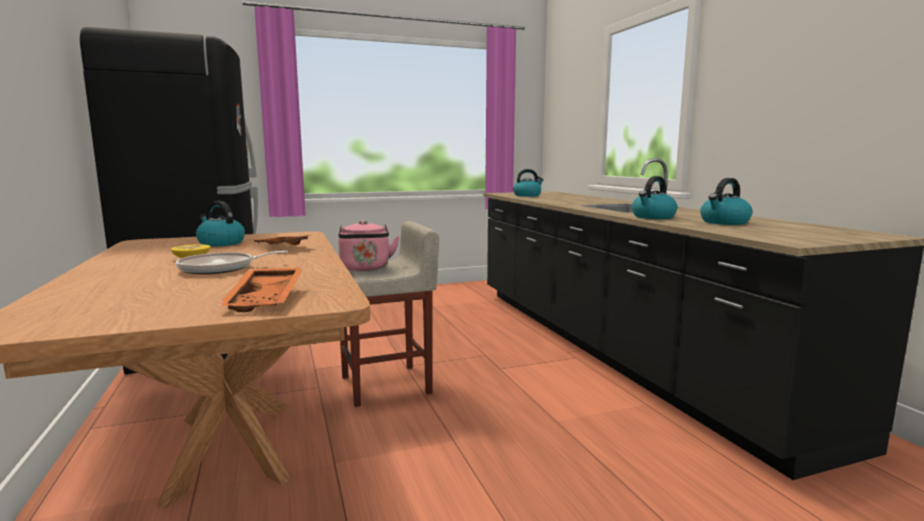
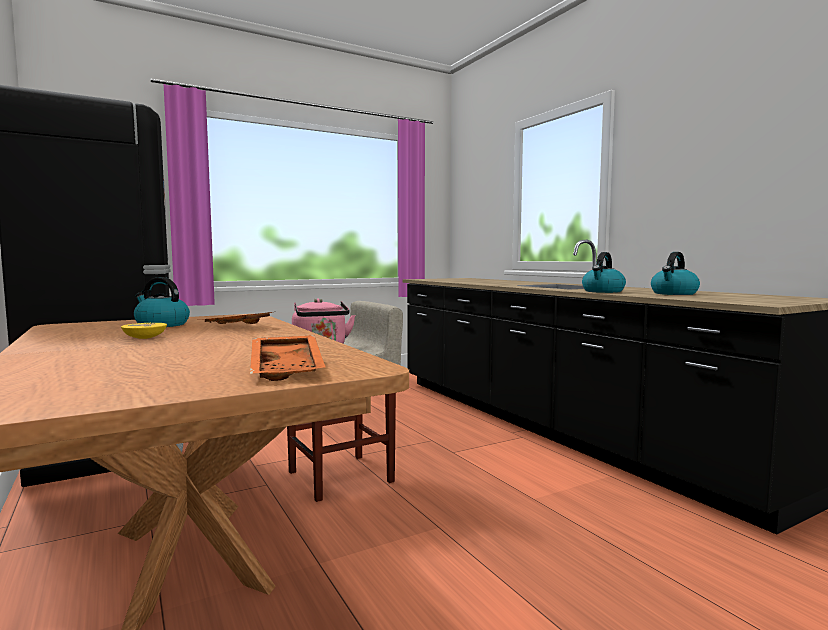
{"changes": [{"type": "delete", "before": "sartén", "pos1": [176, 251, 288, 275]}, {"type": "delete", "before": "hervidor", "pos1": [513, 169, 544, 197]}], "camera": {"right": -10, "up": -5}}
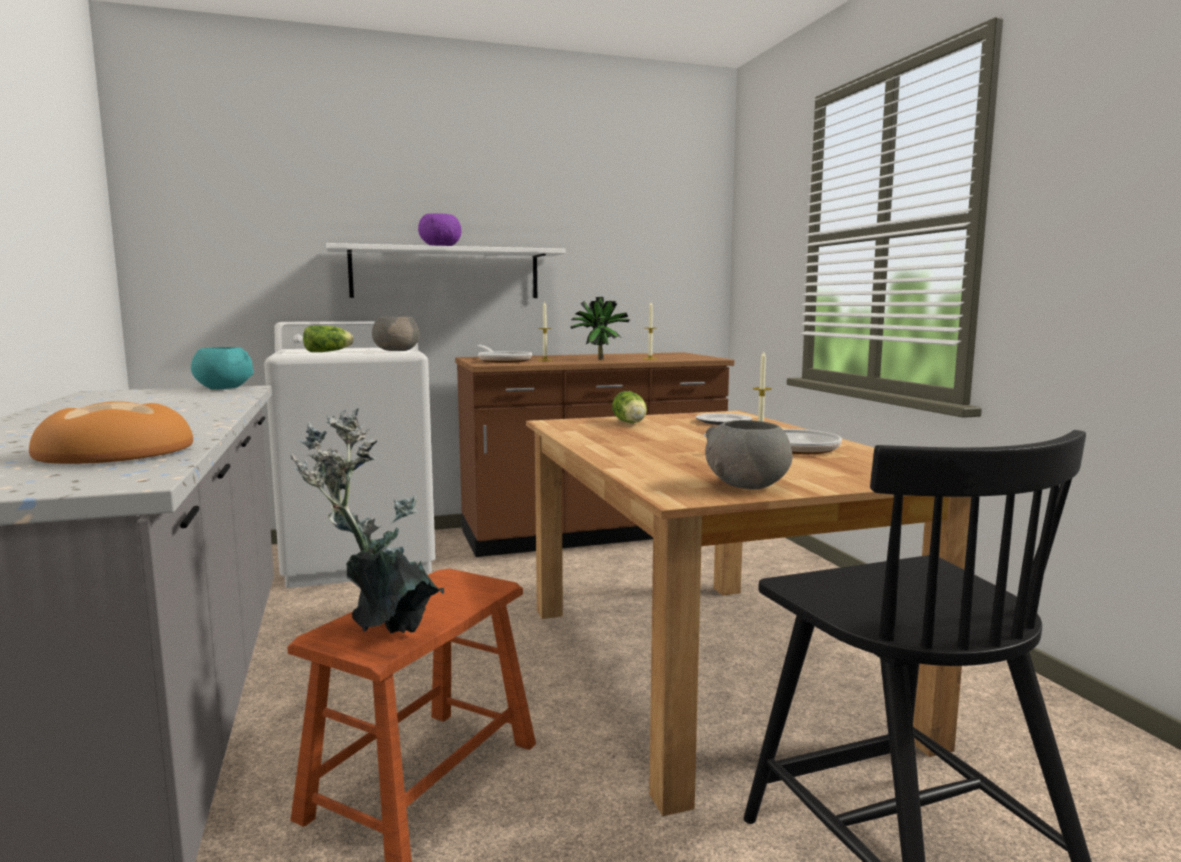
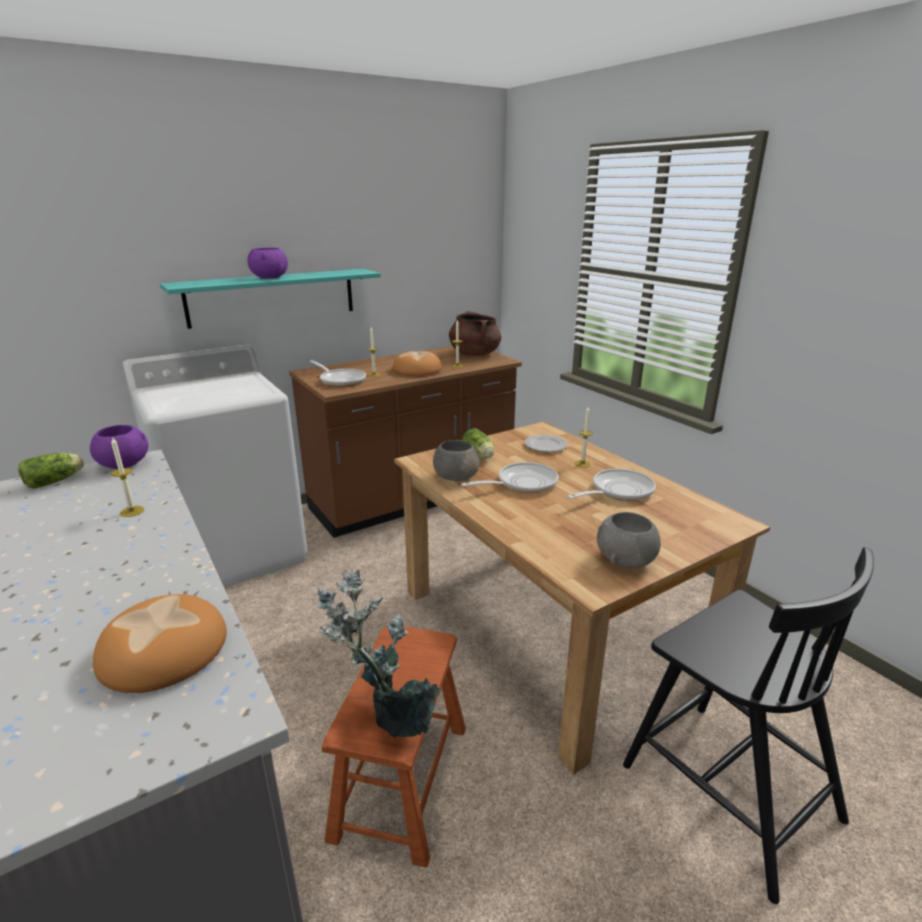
{"changes": [{"type": "move", "before": "lechuga", "pos1": [303, 325, 353, 352], "pos2": [18, 453, 84, 489]}, {"type": "recolor", "before": "cuenco/turquesa", "after": "cuenco/morado", "pos1": [191, 347, 254, 389], "pos2": [90, 425, 148, 469]}, {"type": "insert", "after": "vela", "pos2": [111, 437, 144, 517]}, {"type": "recolor", "before": "estante/blanco", "after": "estante/turquesa", "pos1": [326, 243, 566, 298], "pos2": [160, 269, 381, 329]}, {"type": "replace", "before": "planta en maceta", "after": "pan", "pos1": [571, 297, 630, 360], "pos2": [393, 351, 442, 376]}, {"type": "move", "before": "cuenco/gris", "pos1": [372, 317, 420, 351], "pos2": [433, 440, 480, 481]}, {"type": "insert", "after": "olla/marrón", "pos2": [449, 311, 501, 356]}, {"type": "insert", "after": "sartén", "pos2": [461, 462, 558, 493]}], "camera": {"right": -15, "up": 15}}
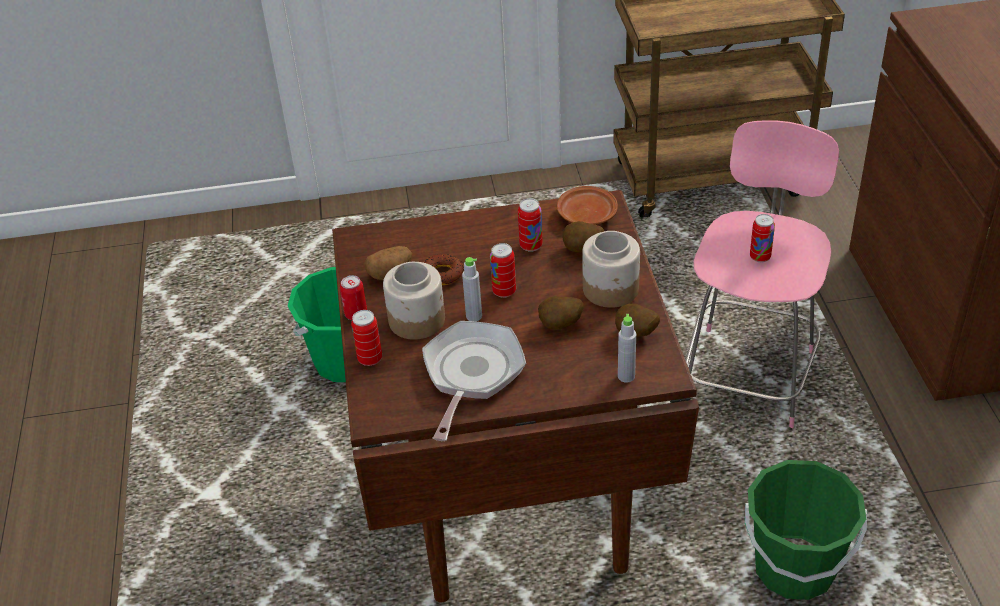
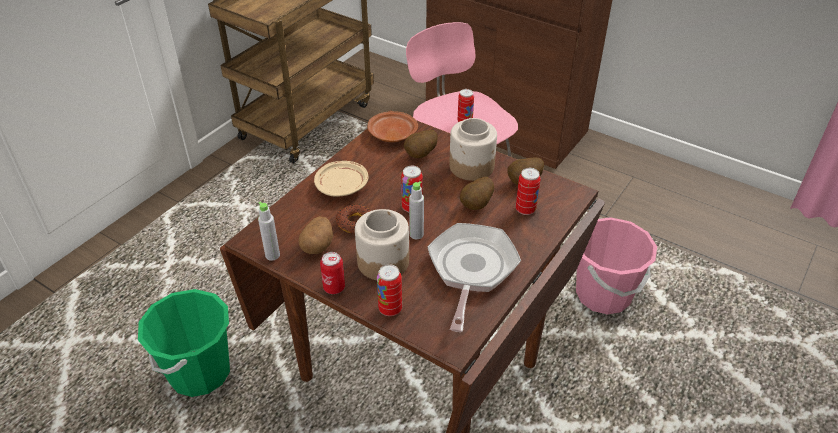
{"changes": [{"type": "move", "before": "botella/gris", "pos1": [618, 314, 636, 383], "pos2": [258, 202, 280, 261]}, {"type": "insert", "after": "plato/beis", "pos2": [314, 161, 368, 197]}, {"type": "rotate", "before": "sartén", "pos1": [422, 321, 526, 441], "pos2": [428, 223, 521, 332], "turn": 45}, {"type": "move", "before": "lata", "pos1": [518, 198, 543, 252], "pos2": [516, 168, 541, 215]}, {"type": "recolor", "before": "cubo/verde", "after": "cubo/rosa", "pos1": [745, 460, 867, 600], "pos2": [576, 217, 657, 314]}], "camera": {"right": -50, "up": 0}}
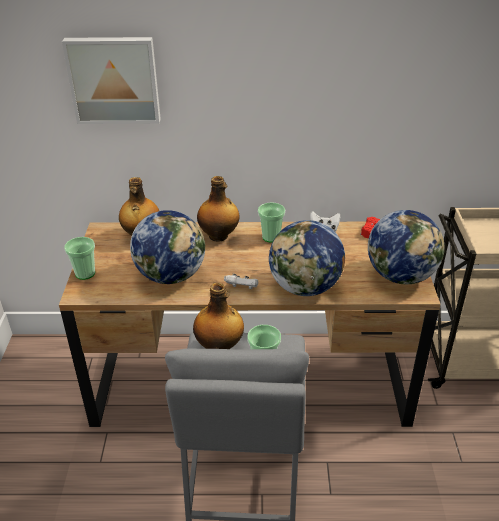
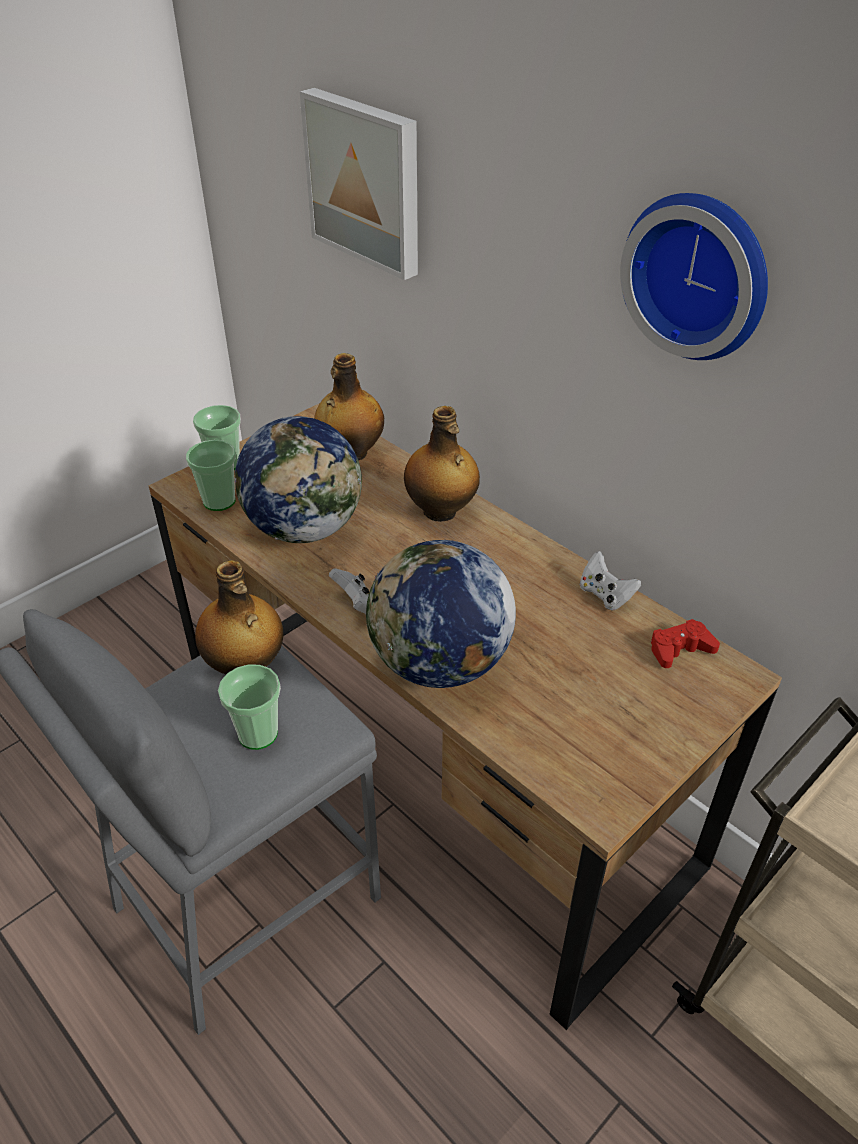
{"changes": [{"type": "move", "before": "taza", "pos1": [258, 202, 285, 243], "pos2": [186, 440, 236, 511]}, {"type": "insert", "after": "reloj de pared", "pos2": [620, 193, 768, 360]}, {"type": "delete", "before": "globo terráqueo", "pos1": [368, 210, 445, 284]}], "camera": {"right": 45, "up": 5}}
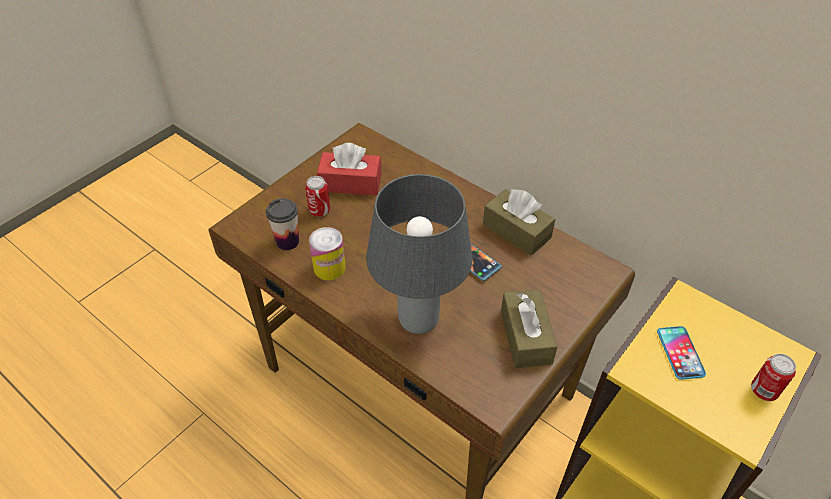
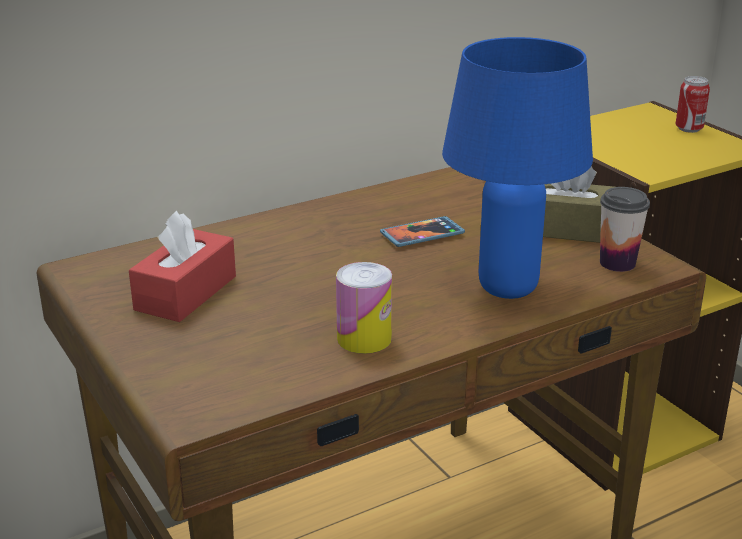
{"changes": [{"type": "recolor", "before": "lámpara de mesa/gris", "after": "lámpara de mesa/azul", "pos1": [366, 174, 472, 334], "pos2": [442, 37, 593, 299]}, {"type": "move", "before": "taza", "pos1": [266, 198, 299, 250], "pos2": [600, 187, 650, 272]}, {"type": "delete", "before": "lata", "pos1": [305, 176, 330, 217]}, {"type": "delete", "before": "caja de pañuelos/marrón", "pos1": [483, 189, 555, 255]}, {"type": "delete", "before": "móvil", "pos1": [657, 326, 706, 380]}], "camera": {"right": -70, "up": -20}}
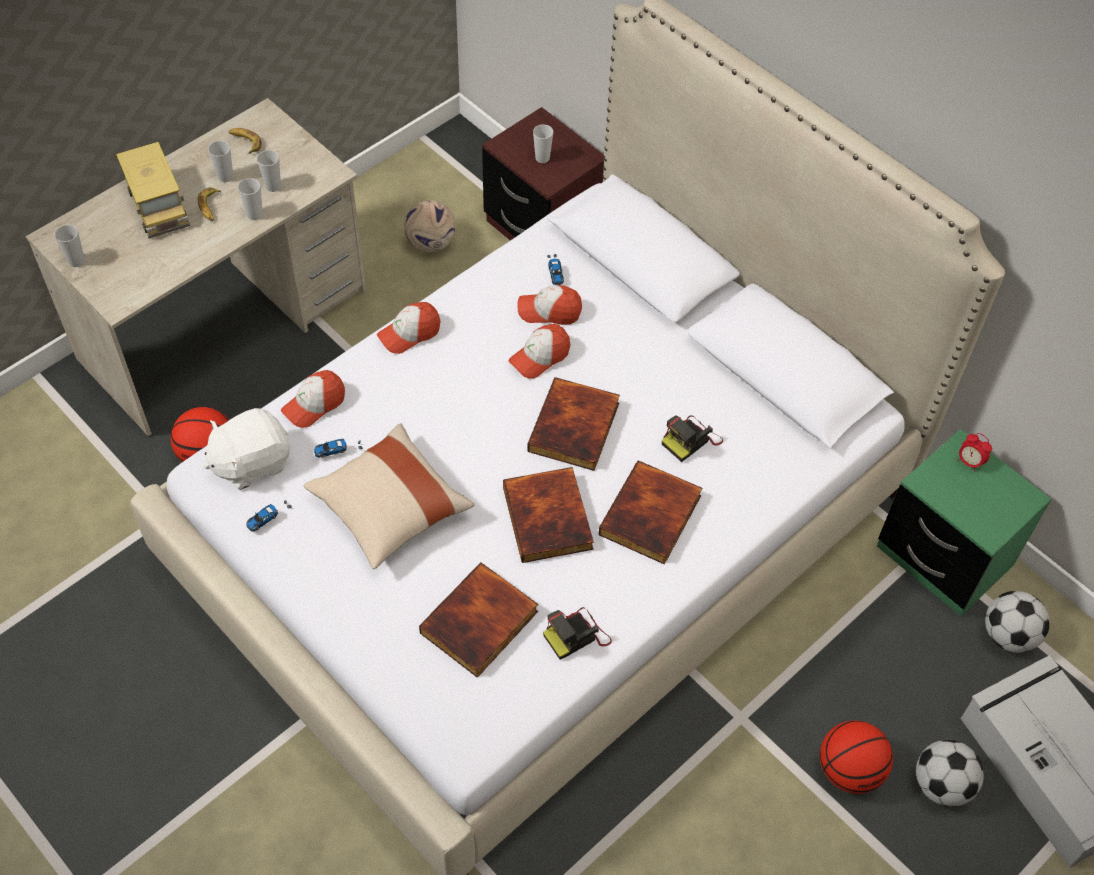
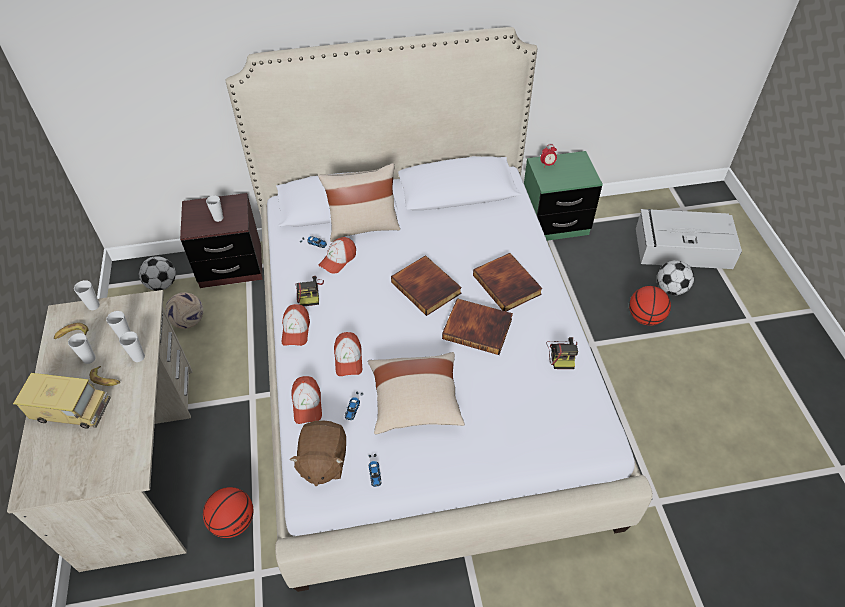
{"changes": [{"type": "move", "before": "taza", "pos1": [55, 225, 85, 267], "pos2": [74, 280, 100, 310]}, {"type": "move", "before": "balón de fútbol", "pos1": [985, 591, 1050, 653], "pos2": [139, 256, 176, 291]}, {"type": "recolor", "before": "peluche/blanco", "after": "peluche/marrón", "pos1": [204, 408, 290, 490], "pos2": [289, 420, 346, 486]}, {"type": "move", "before": "cámara", "pos1": [662, 415, 723, 462], "pos2": [295, 276, 324, 306]}, {"type": "insert", "after": "cojín/beis", "pos2": [318, 163, 400, 242]}, {"type": "move", "before": "gorra", "pos1": [508, 324, 570, 378], "pos2": [334, 332, 362, 376]}, {"type": "delete", "before": "libro", "pos1": [419, 563, 538, 678]}], "camera": {"right": -55, "up": -5}}
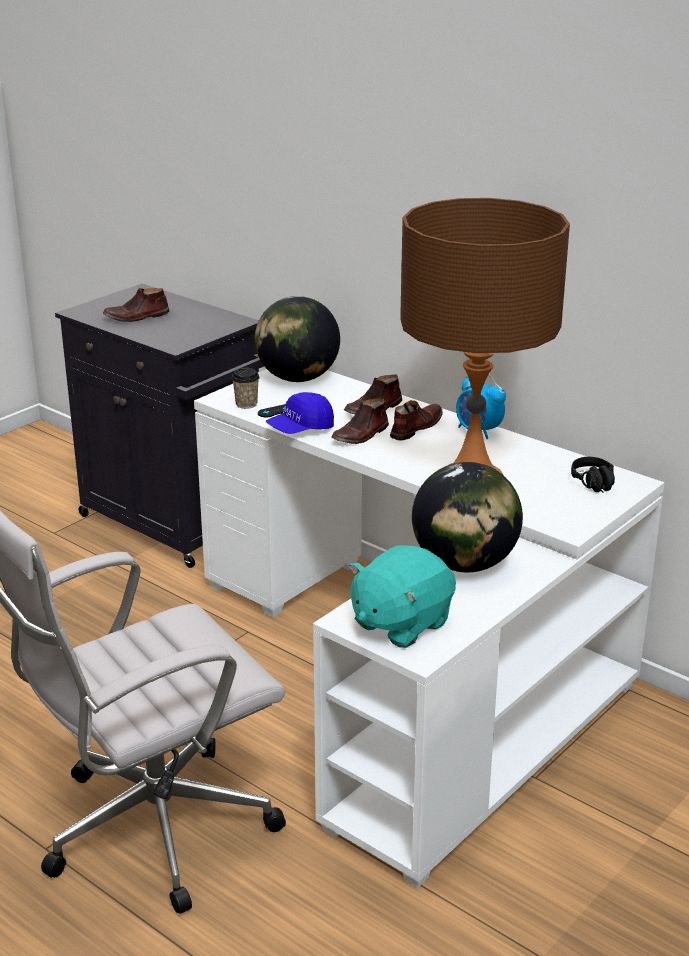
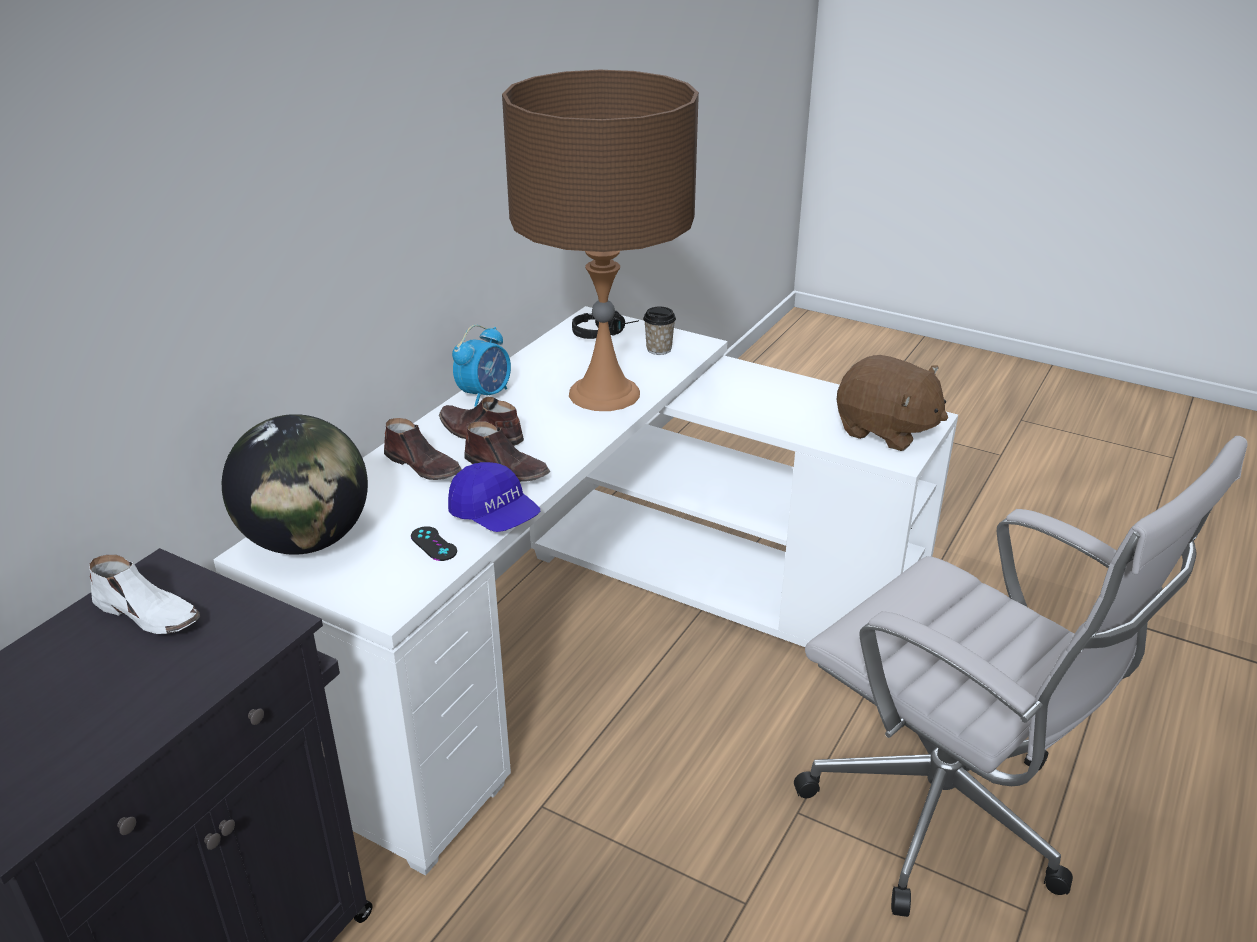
{"changes": [{"type": "insert", "after": "zapato/blanco", "pos2": [89, 555, 200, 634]}, {"type": "move", "before": "taza", "pos1": [232, 368, 260, 409], "pos2": [643, 307, 676, 355]}, {"type": "recolor", "before": "peluche/turquesa", "after": "peluche/marrón", "pos1": [349, 545, 456, 648], "pos2": [837, 355, 948, 451]}, {"type": "delete", "before": "zapato/marrón", "pos1": [103, 288, 169, 322]}, {"type": "delete", "before": "globo terráqueo", "pos1": [412, 462, 523, 572]}], "camera": {"right": -100, "up": 5}}
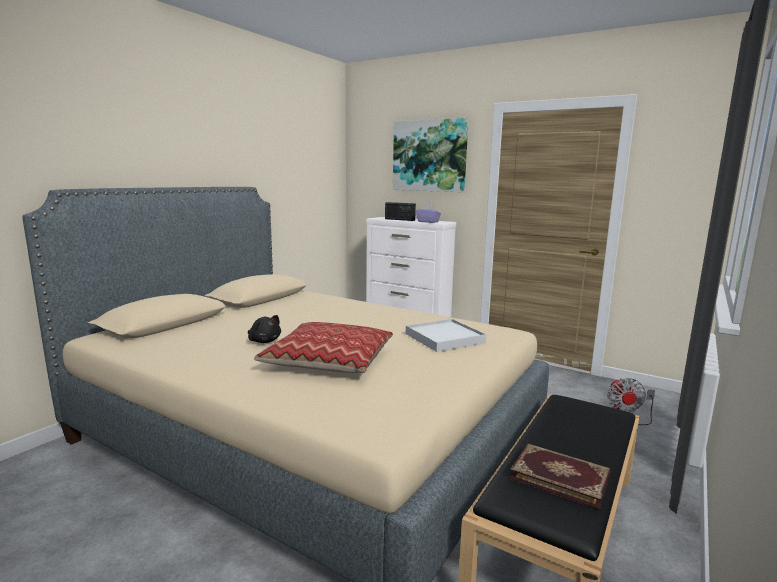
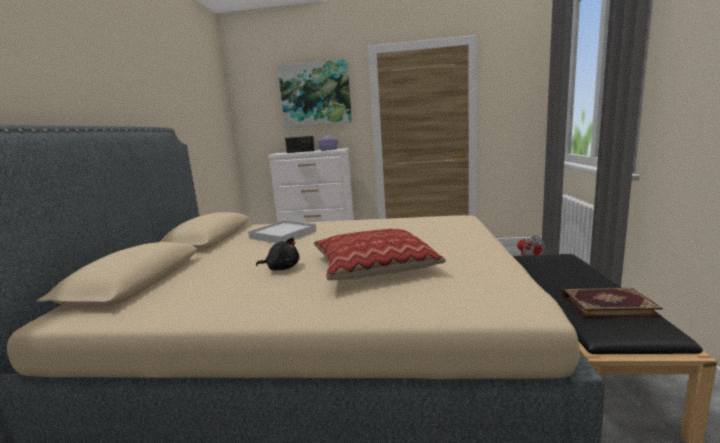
{"changes": [{"type": "move", "before": "bandeja/blanco", "pos1": [406, 319, 486, 352], "pos2": [248, 221, 317, 243]}], "camera": {"right": -25, "up": 0}}
